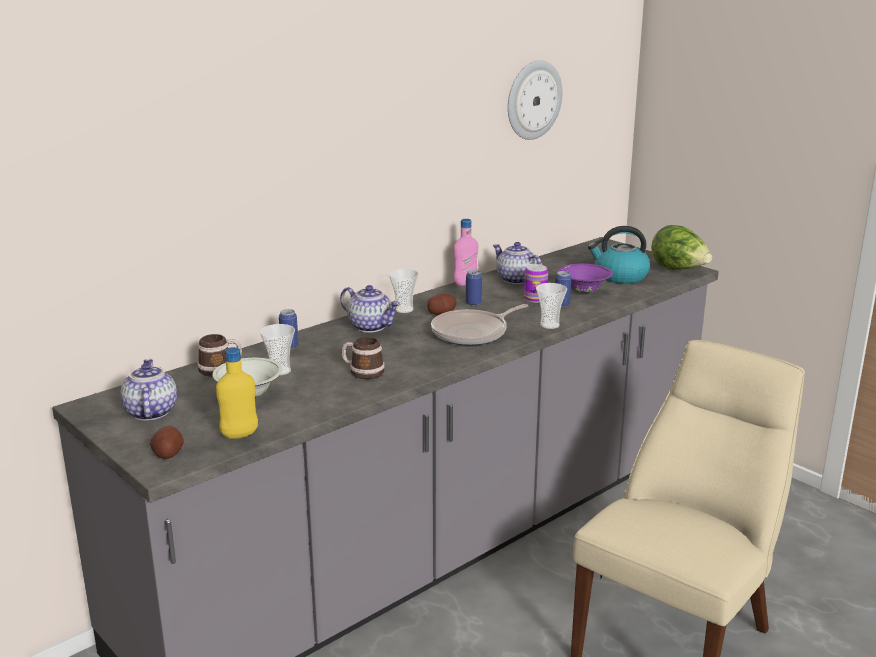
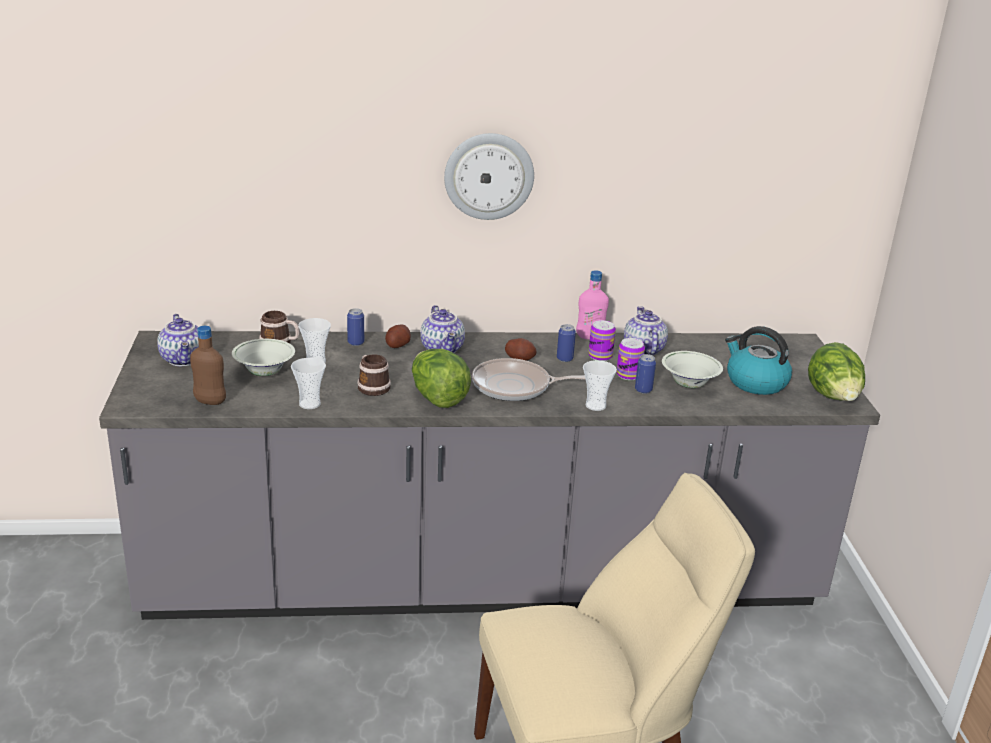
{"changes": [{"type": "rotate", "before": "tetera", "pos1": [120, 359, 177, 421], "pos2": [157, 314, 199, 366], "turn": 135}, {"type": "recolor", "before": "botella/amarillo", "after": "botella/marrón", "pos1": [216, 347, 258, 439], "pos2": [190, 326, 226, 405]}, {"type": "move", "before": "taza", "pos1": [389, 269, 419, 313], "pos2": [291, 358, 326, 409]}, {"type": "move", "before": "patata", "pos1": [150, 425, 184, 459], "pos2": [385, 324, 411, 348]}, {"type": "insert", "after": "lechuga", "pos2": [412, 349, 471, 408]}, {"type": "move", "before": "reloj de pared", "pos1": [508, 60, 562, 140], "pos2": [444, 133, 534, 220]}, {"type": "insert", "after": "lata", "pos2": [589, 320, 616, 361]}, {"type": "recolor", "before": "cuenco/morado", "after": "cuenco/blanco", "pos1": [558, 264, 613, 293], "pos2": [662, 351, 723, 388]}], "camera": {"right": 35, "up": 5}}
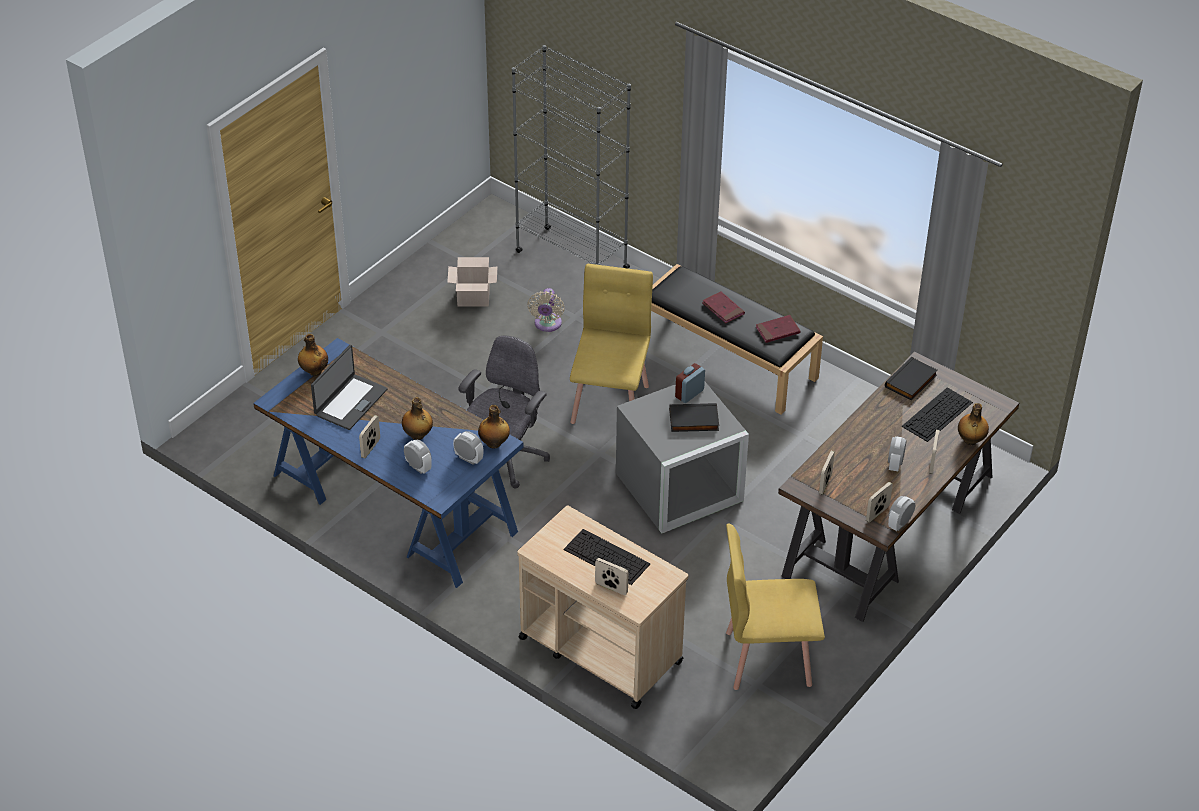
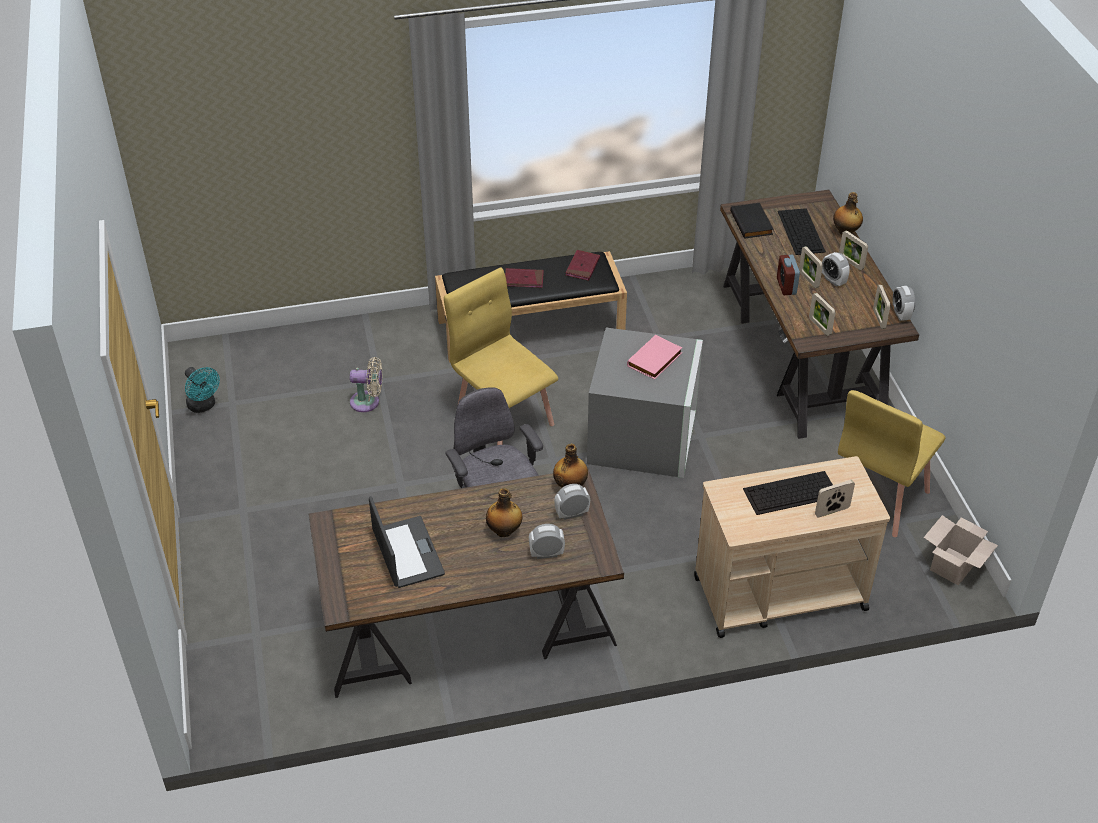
{"changes": [{"type": "insert", "after": "ventilador/turquesa", "pos2": [185, 367, 220, 413]}, {"type": "recolor", "before": "escritorio/azul", "after": "escritorio/marrón", "pos1": [253, 338, 523, 588], "pos2": [308, 468, 624, 698]}, {"type": "rotate", "before": "ventilador/beis", "pos1": [527, 288, 565, 332], "pos2": [350, 357, 383, 412], "turn": -45}, {"type": "recolor", "before": "libro/negro", "after": "libro/rosa", "pos1": [669, 403, 719, 432], "pos2": [627, 335, 682, 380]}, {"type": "move", "before": "despertador", "pos1": [675, 363, 705, 403], "pos2": [777, 255, 800, 295]}, {"type": "move", "before": "portarretratos", "pos1": [359, 415, 380, 458], "pos2": [799, 246, 823, 288]}, {"type": "move", "before": "caja de cartón", "pos1": [447, 257, 497, 306], "pos2": [923, 515, 998, 585]}, {"type": "delete", "before": "botella", "pos1": [298, 334, 328, 376]}, {"type": "delete", "before": "estantería/gris", "pos1": [512, 45, 631, 269]}], "camera": {"right": -50, "up": 0}}
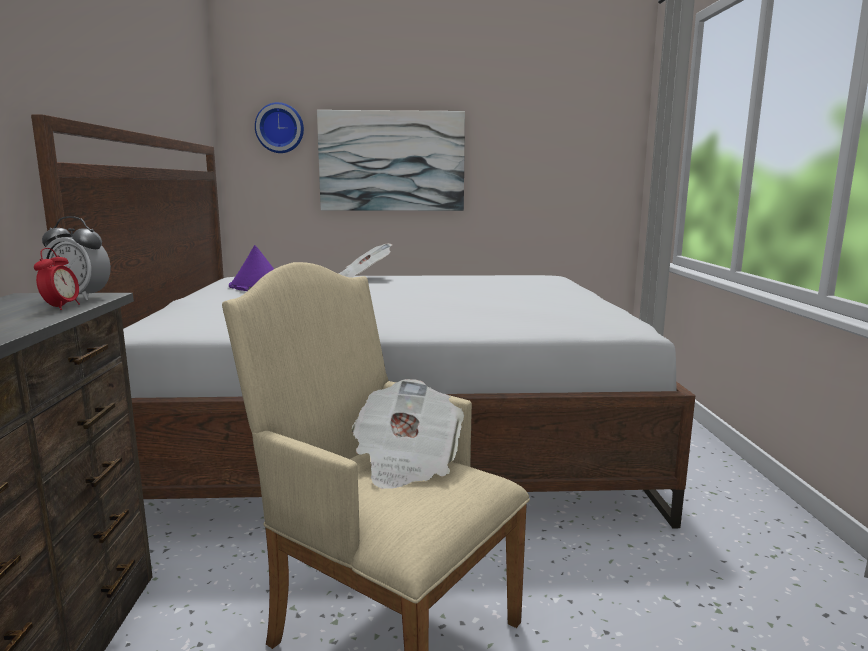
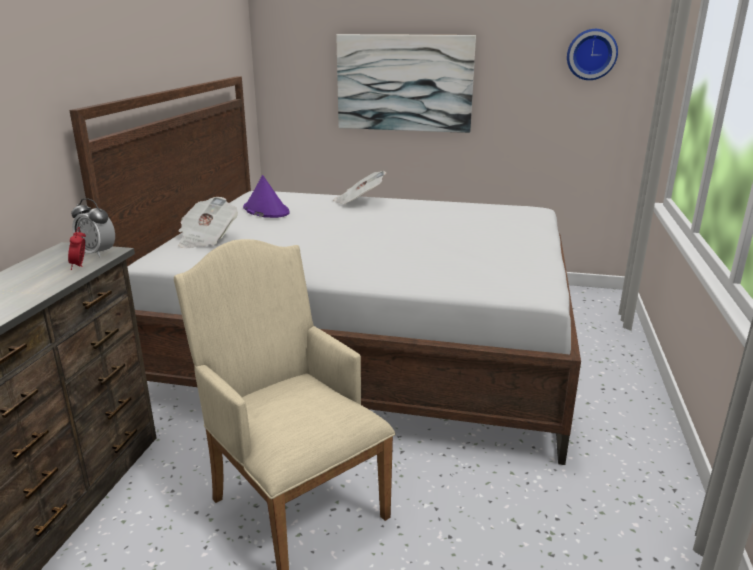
{"changes": [{"type": "rotate", "before": "despertador", "pos1": [34, 248, 80, 310], "pos2": [68, 227, 86, 270], "turn": 150}, {"type": "move", "before": "periódico", "pos1": [352, 379, 464, 489], "pos2": [179, 197, 238, 248]}, {"type": "move", "before": "reloj de pared", "pos1": [255, 102, 304, 153], "pos2": [567, 29, 618, 80]}], "camera": {"right": 15, "up": 10}}
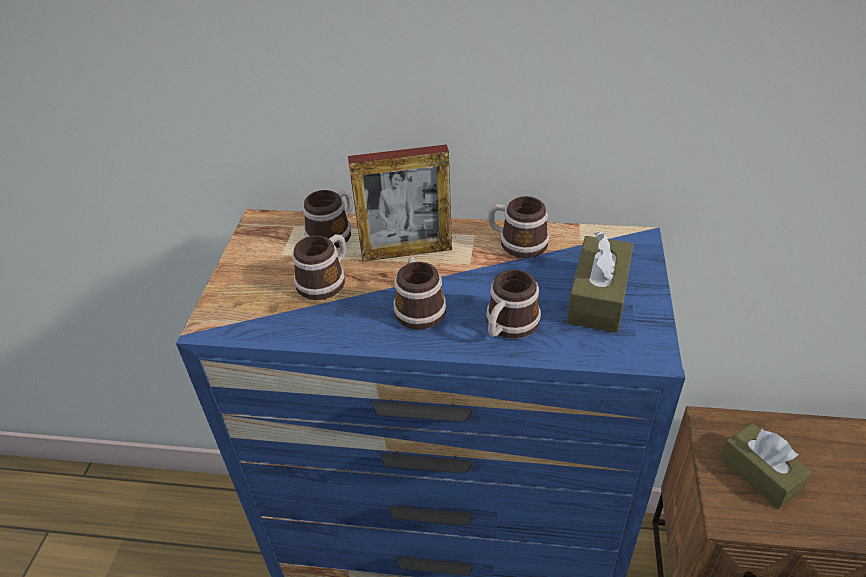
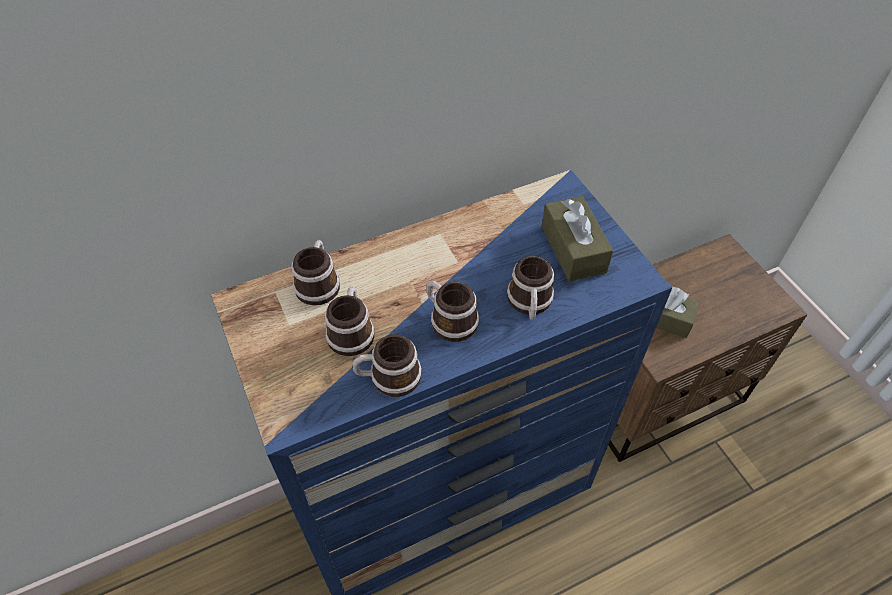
{"changes": [{"type": "move", "before": "taza grande", "pos1": [488, 196, 549, 258], "pos2": [352, 334, 422, 397]}, {"type": "delete", "before": "portarretratos", "pos1": [348, 144, 452, 262]}], "camera": {"right": -35, "up": 10}}
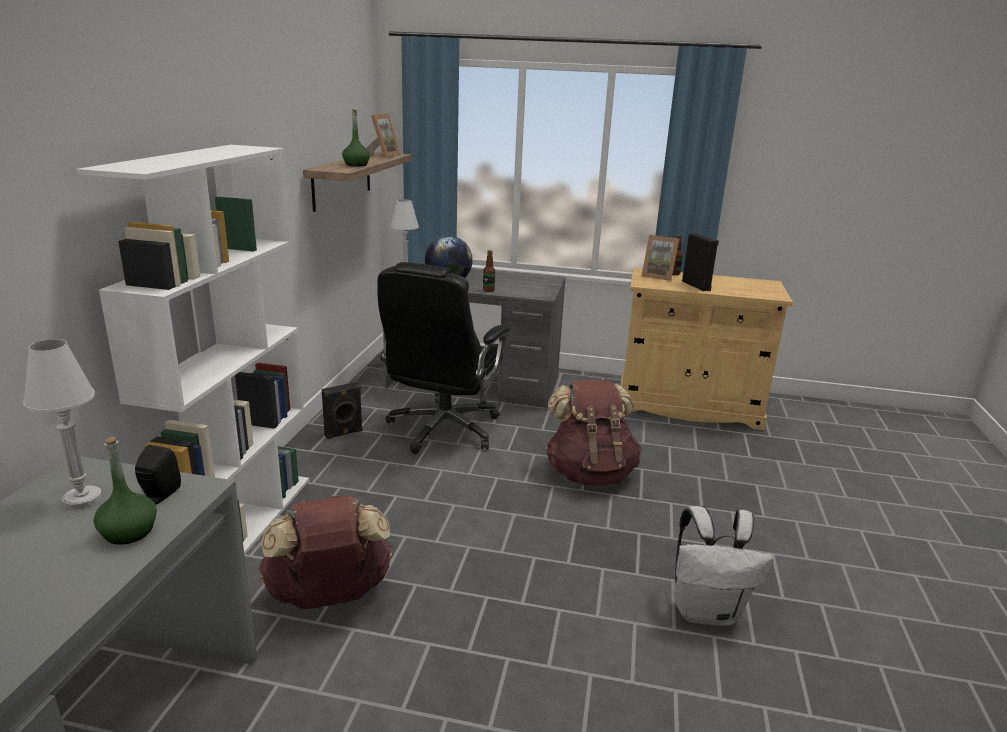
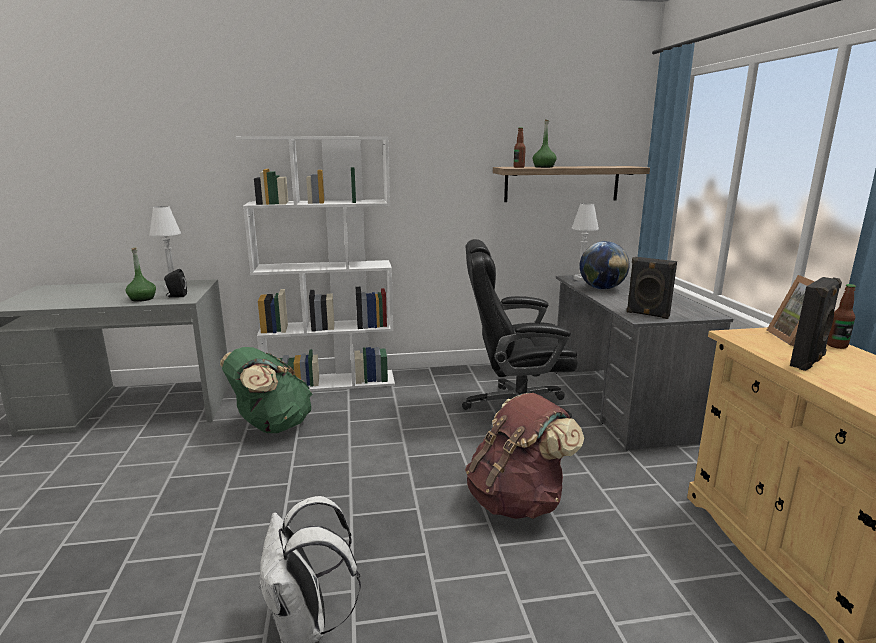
{"changes": [{"type": "recolor", "before": "mochila/marrón", "after": "mochila/verde", "pos1": [259, 495, 393, 609], "pos2": [220, 347, 312, 433]}, {"type": "move", "before": "botella", "pos1": [483, 250, 495, 292], "pos2": [514, 127, 526, 168]}, {"type": "move", "before": "altavoz/negro", "pos1": [322, 382, 363, 439], "pos2": [626, 257, 677, 319]}, {"type": "delete", "before": "portarretratos", "pos1": [365, 114, 401, 158]}], "camera": {"right": 70, "up": -5}}
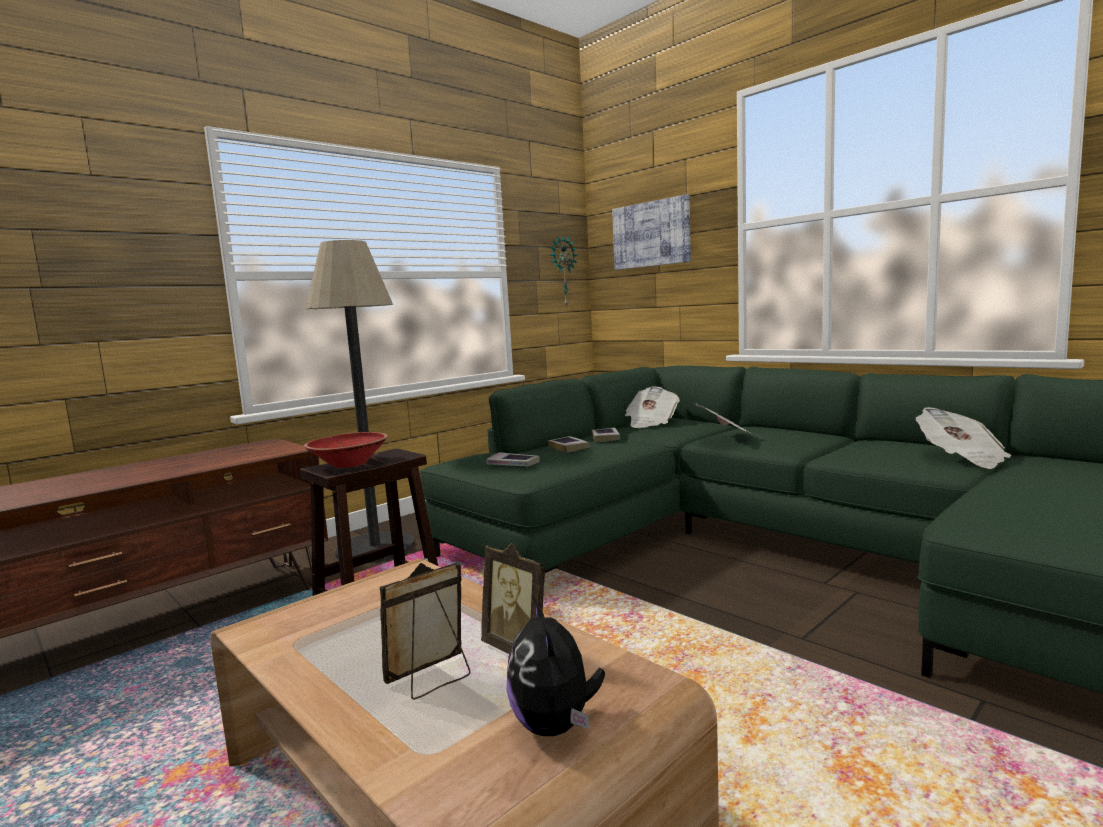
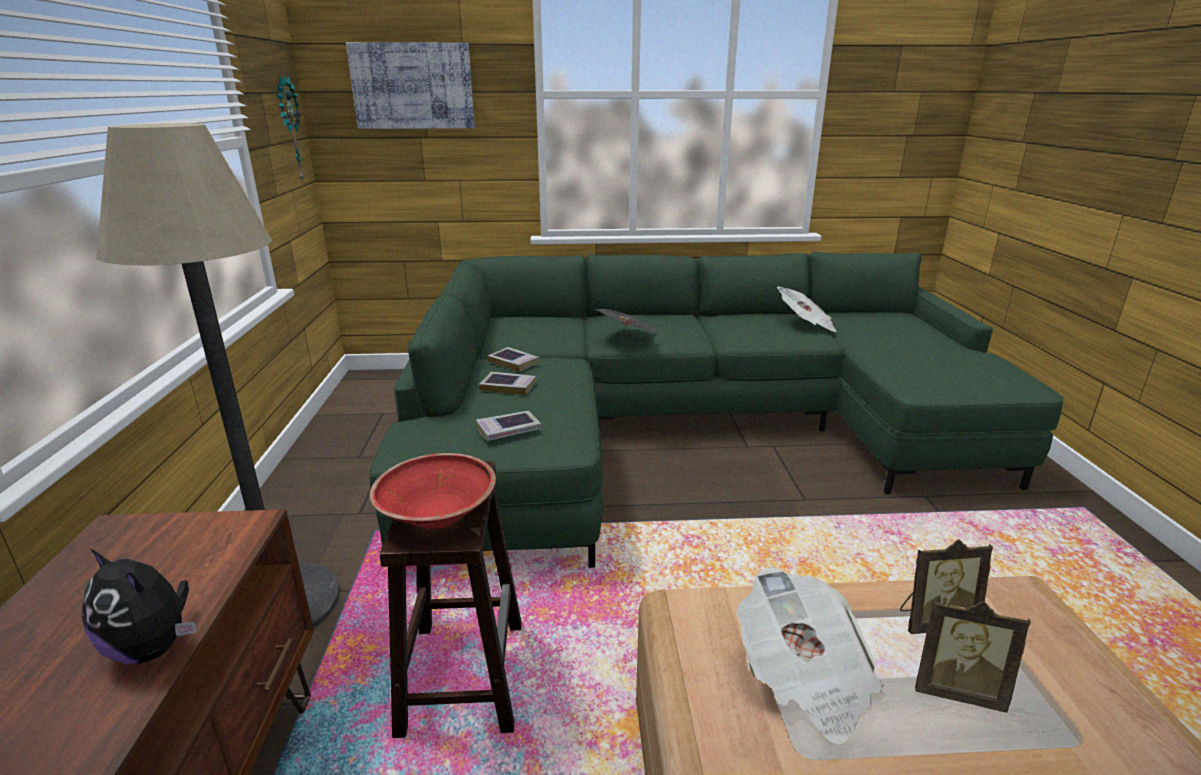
{"changes": [{"type": "move", "before": "peluche", "pos1": [506, 598, 605, 736], "pos2": [81, 549, 197, 664]}, {"type": "move", "before": "periódico", "pos1": [625, 386, 680, 428], "pos2": [737, 567, 883, 745]}, {"type": "rotate", "before": "portarretratos", "pos1": [380, 562, 471, 700], "pos2": [915, 600, 1031, 712], "turn": -75}], "camera": {"right": -50, "up": 15}}
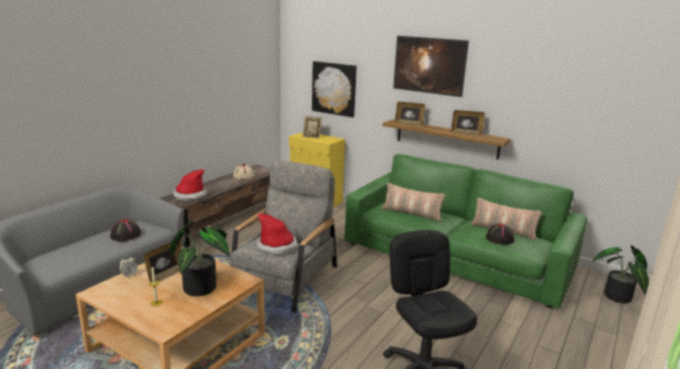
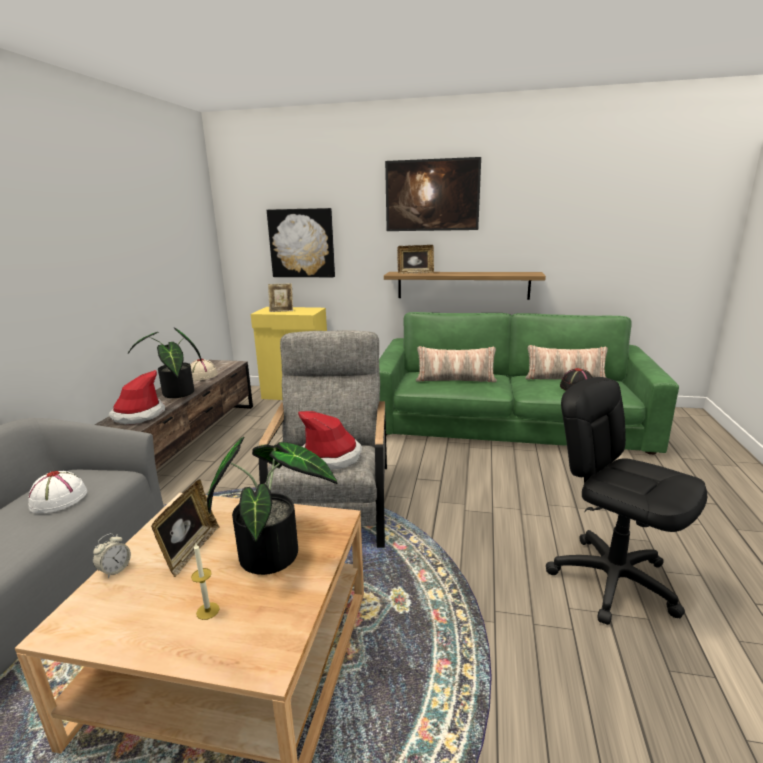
{"changes": [{"type": "recolor", "before": "sombrero/negro", "after": "sombrero/blanco", "pos1": [110, 219, 141, 241], "pos2": [28, 471, 87, 513]}, {"type": "move", "before": "planta en maceta", "pos1": [593, 245, 649, 303], "pos2": [128, 328, 202, 398]}, {"type": "delete", "before": "portarretratos", "pos1": [451, 110, 485, 136]}], "camera": {"right": -20, "up": 0}}
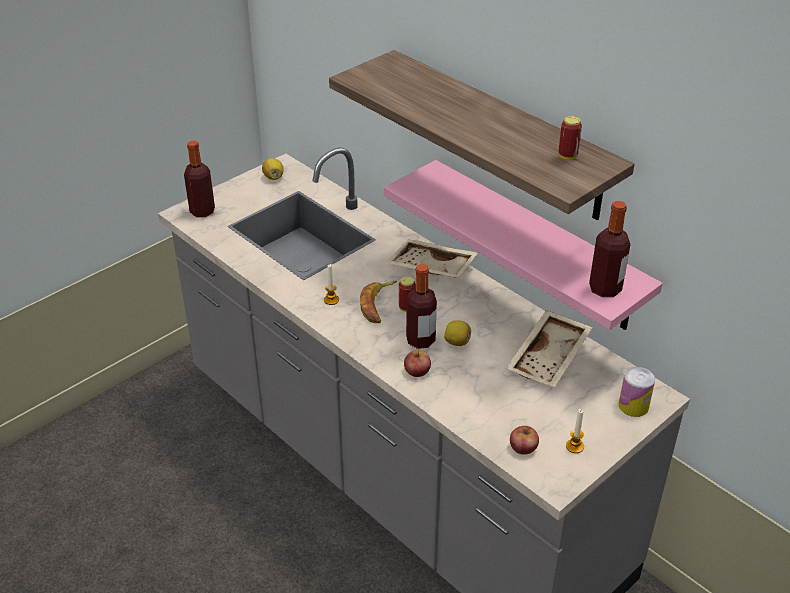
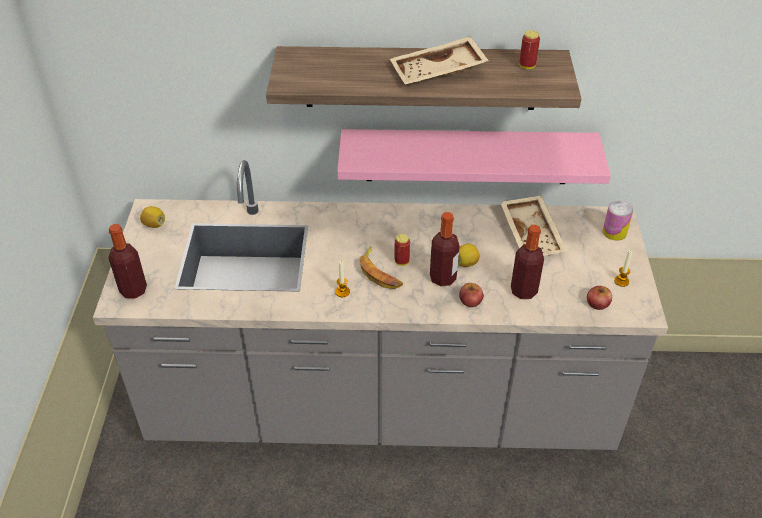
{"changes": [{"type": "move", "before": "bandeja/beis", "pos1": [386, 239, 478, 278], "pos2": [390, 36, 489, 84]}, {"type": "move", "before": "botella", "pos1": [589, 201, 630, 297], "pos2": [511, 225, 544, 299]}], "camera": {"right": -45, "up": 5}}
